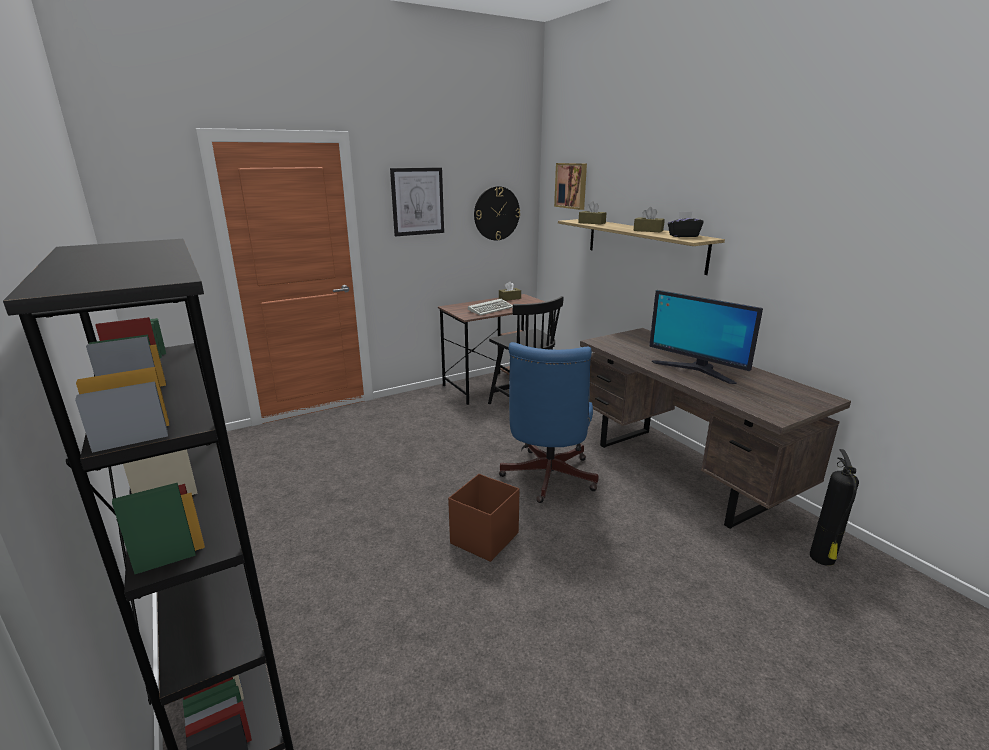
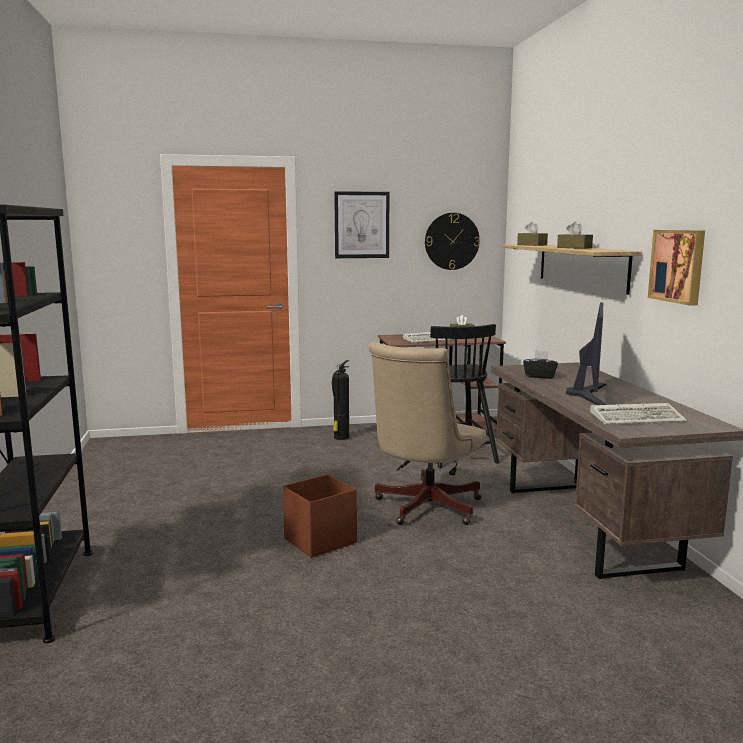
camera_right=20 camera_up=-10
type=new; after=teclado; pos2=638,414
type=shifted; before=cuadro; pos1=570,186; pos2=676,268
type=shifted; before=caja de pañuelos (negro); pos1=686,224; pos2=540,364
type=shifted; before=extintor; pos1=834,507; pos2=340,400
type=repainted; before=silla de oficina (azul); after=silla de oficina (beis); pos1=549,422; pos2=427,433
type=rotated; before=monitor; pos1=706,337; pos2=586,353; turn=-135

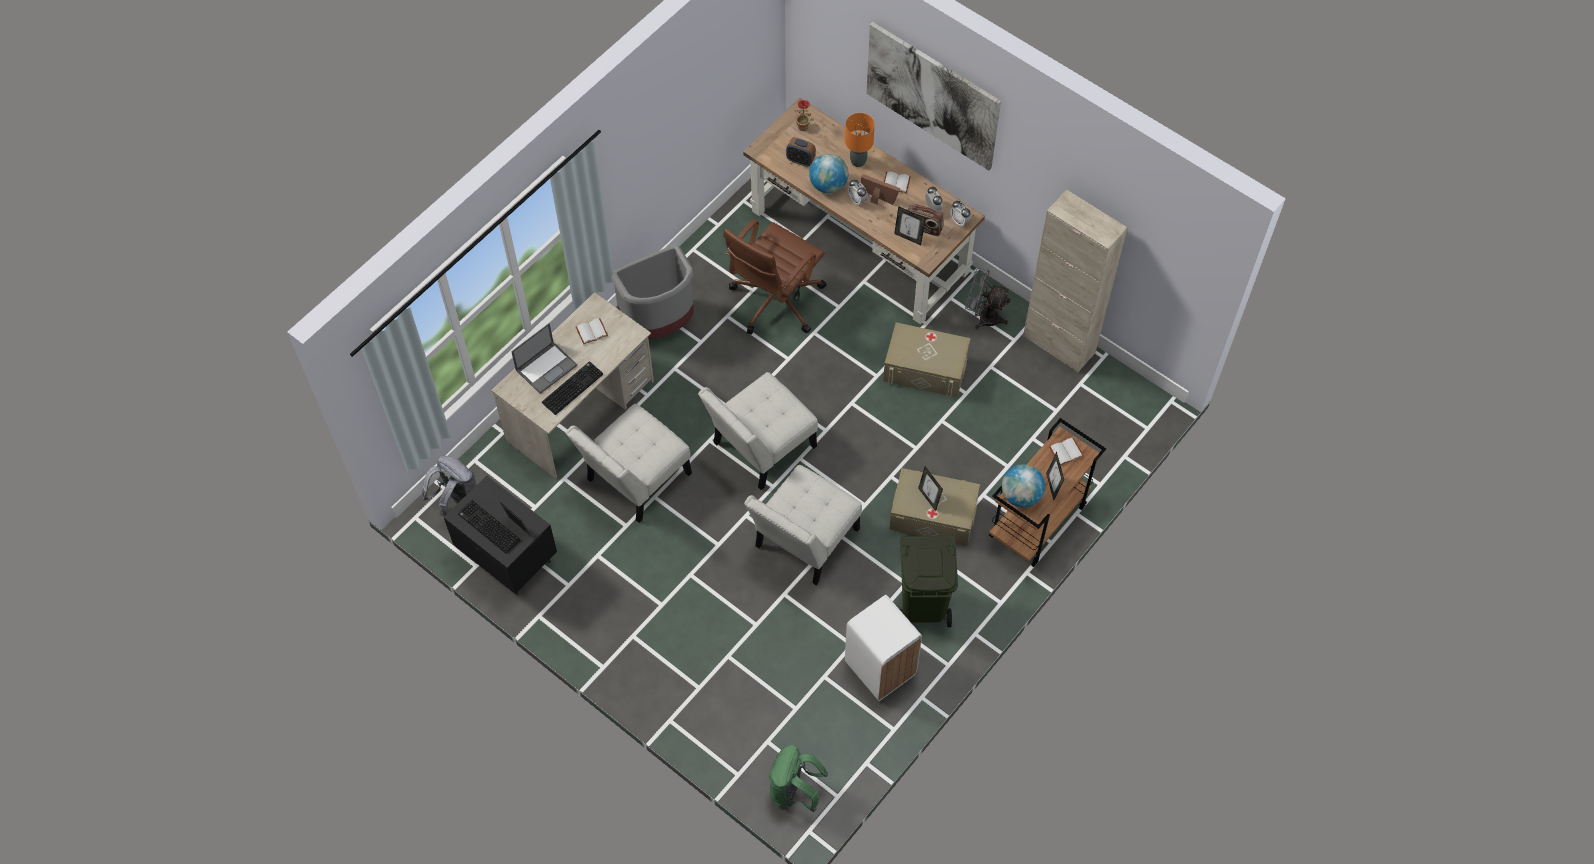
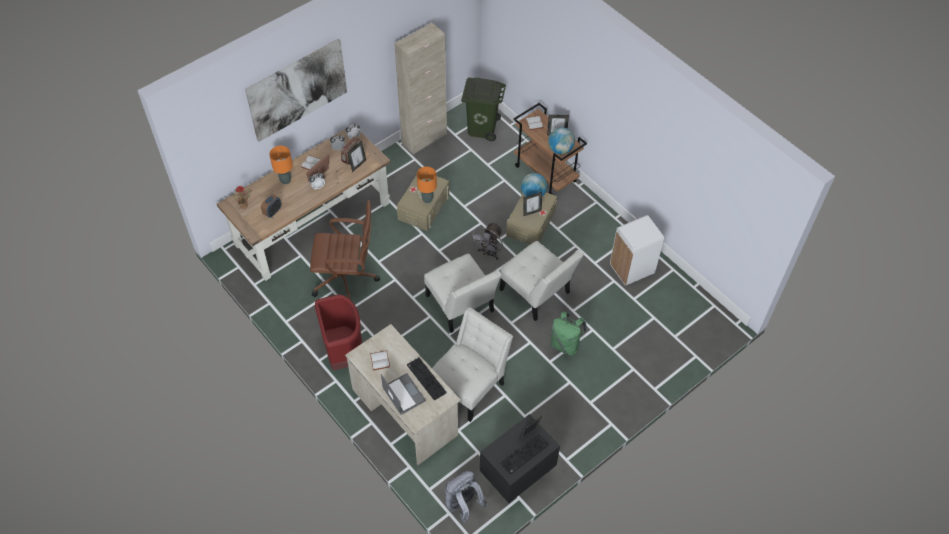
camera_right=-80 camera_up=-5
type=new; after=lámpara de mesa (naranja); pos2=427,184
type=shifted; before=mochila (verde); pos1=798,778; pos2=569,334
type=shifted; before=globo terráqueo; pos1=829,173; pos2=534,184
type=shifted; before=papelera (verde); pos1=928,581; pos2=483,109
type=shifted; before=ventilador (gris); pos1=988,299; pos2=486,241
type=repainted; before=papelera (gris); after=papelera (rojo); pos1=652,292; pos2=338,332
type=rotated; before=silla (blanco); pos1=629,463; pos2=472,364; turn=-105
type=rotated; before=silla de oficina (marrón); pos1=775,277; pos2=345,250; turn=-45

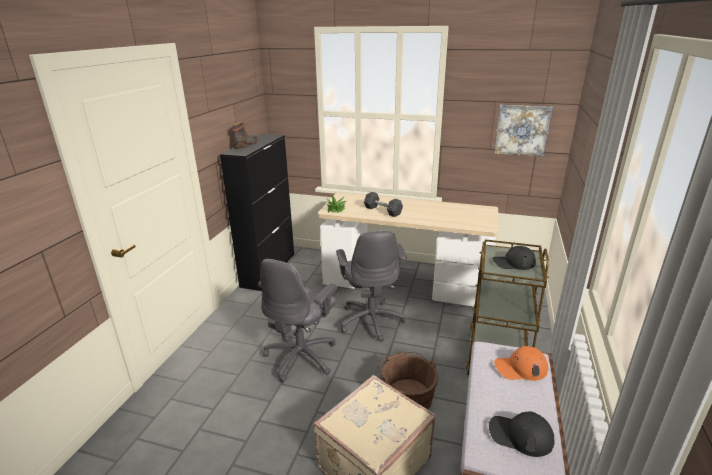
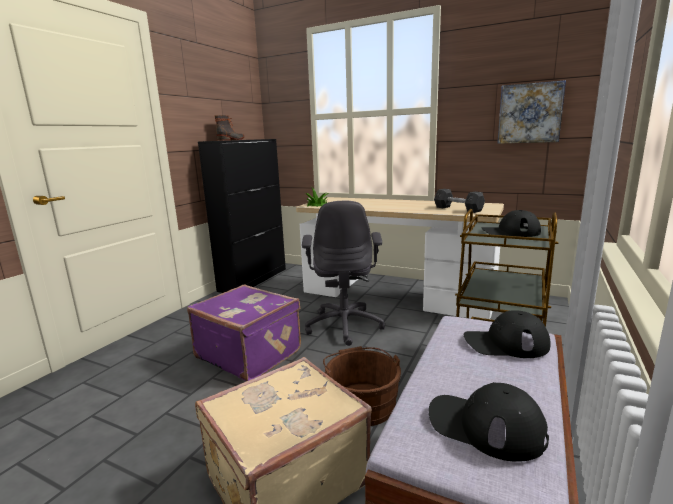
camera_right=10 camera_up=-10
type=shifted; before=mancuerna (gris); pos1=383,204; pos2=459,201
type=swapped; before=silla de oficina (gris); after=maleta (morado); pos1=297,321; pos2=244,332
type=repainted; before=gorra (naranja); after=gorra (negro); pos1=521,363; pos2=507,334

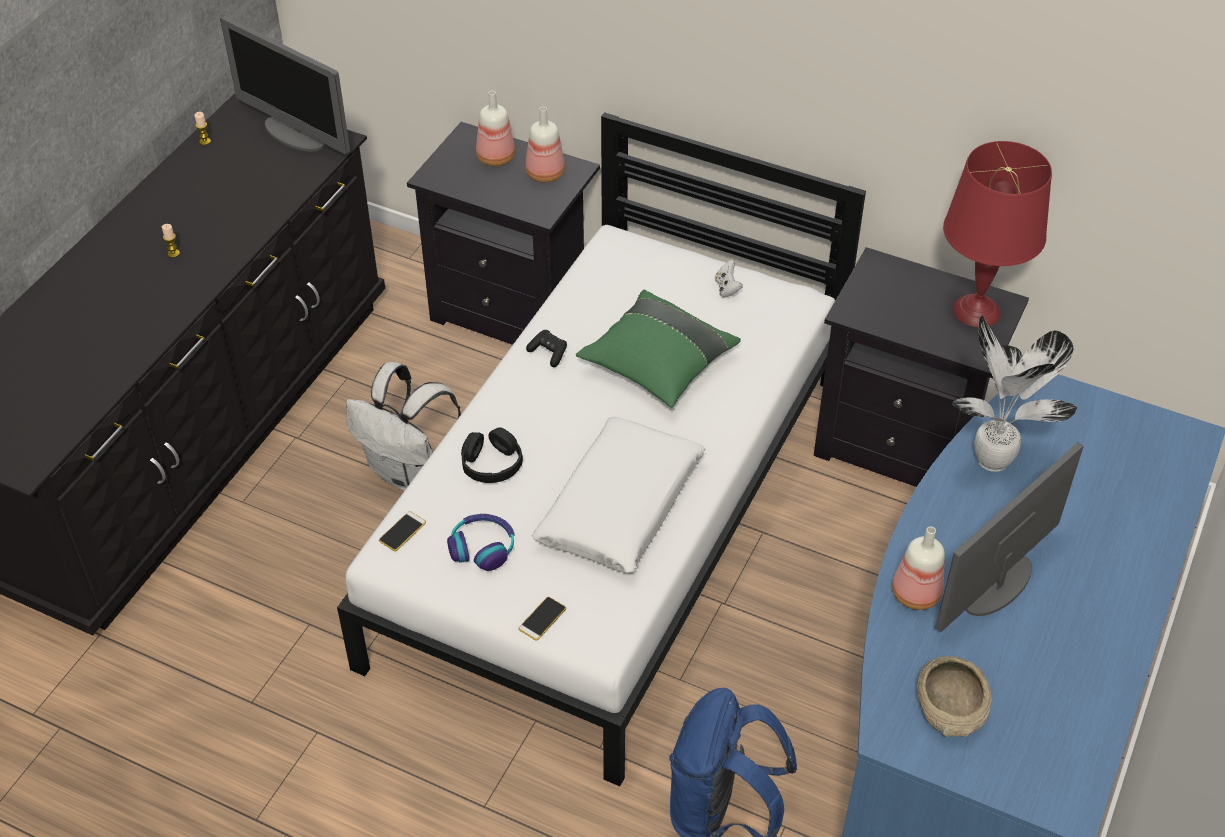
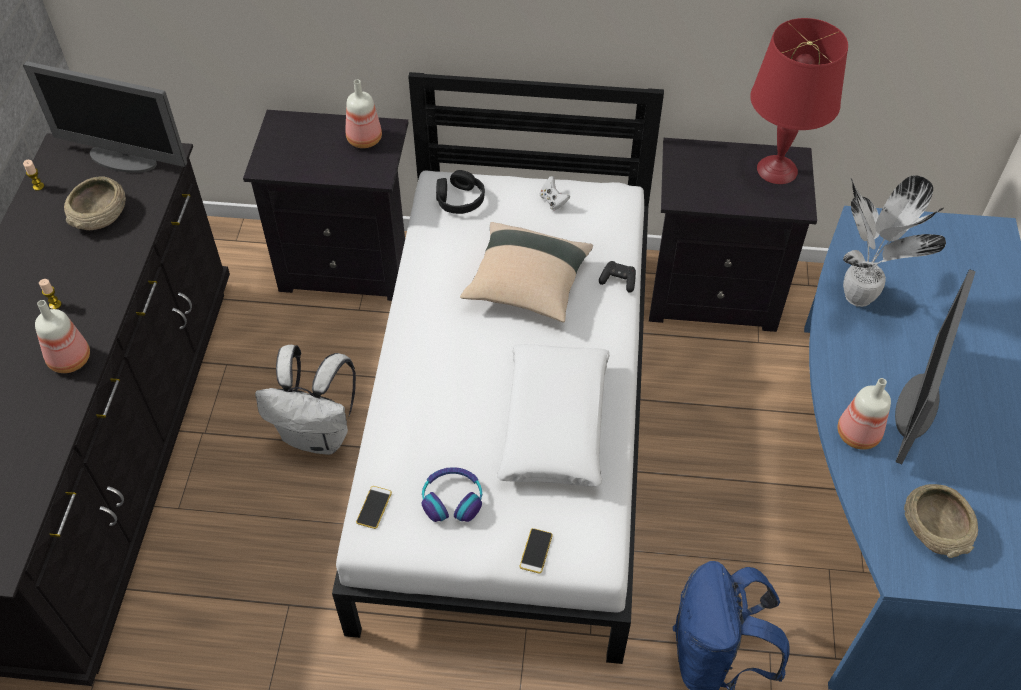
camera_right=-20 camera_up=5
type=new; after=cuenco (beis); pos2=95,203
type=shifted; before=auriculares (negro); pos1=492,455; pos2=460,192
type=shifted; before=botella; pos1=495,128; pos2=62,336
type=shifted; before=mando de consola (negro); pos1=546,348; pos2=617,277
type=repainted; before=cojín (verde); after=cojín (beis); pos1=658,349; pos2=526,272

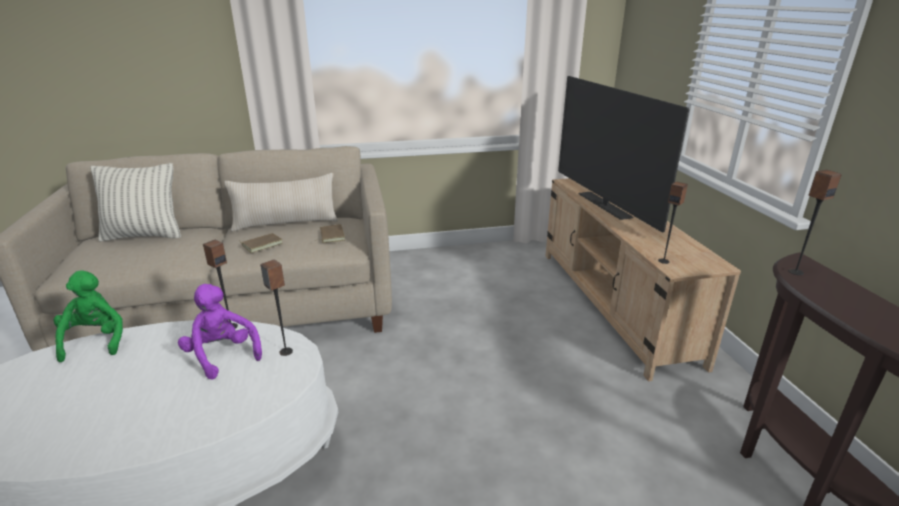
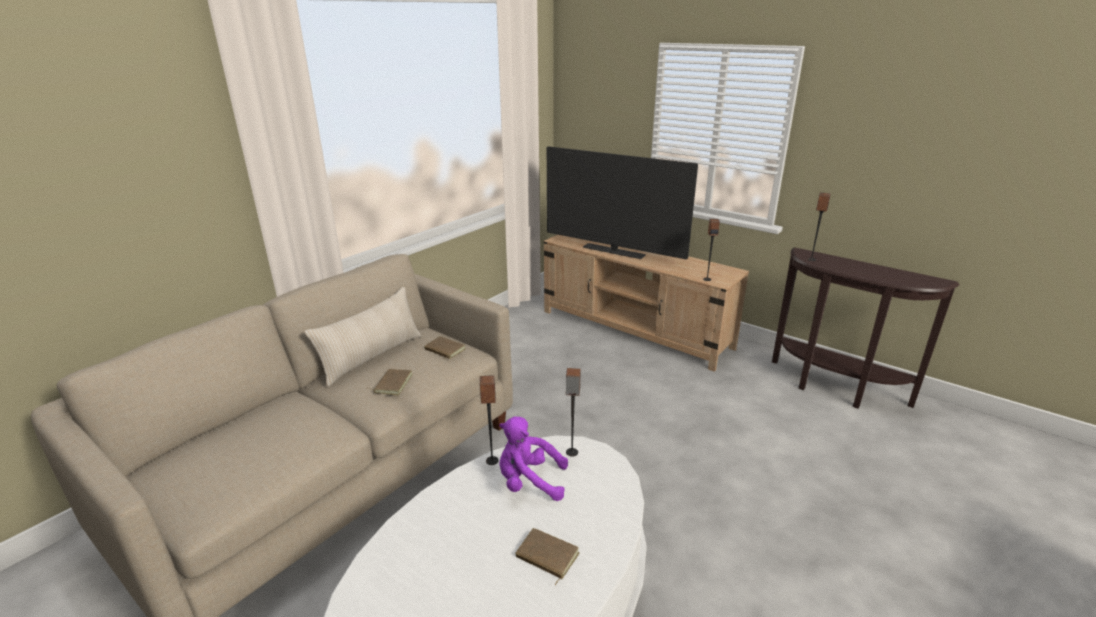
camera_right=-40 camera_up=0
type=gone; before=peluche (verde); pos1=88,316
type=gone; before=cojín; pos1=135,202
type=new; after=libro (marrón); pos2=547,557

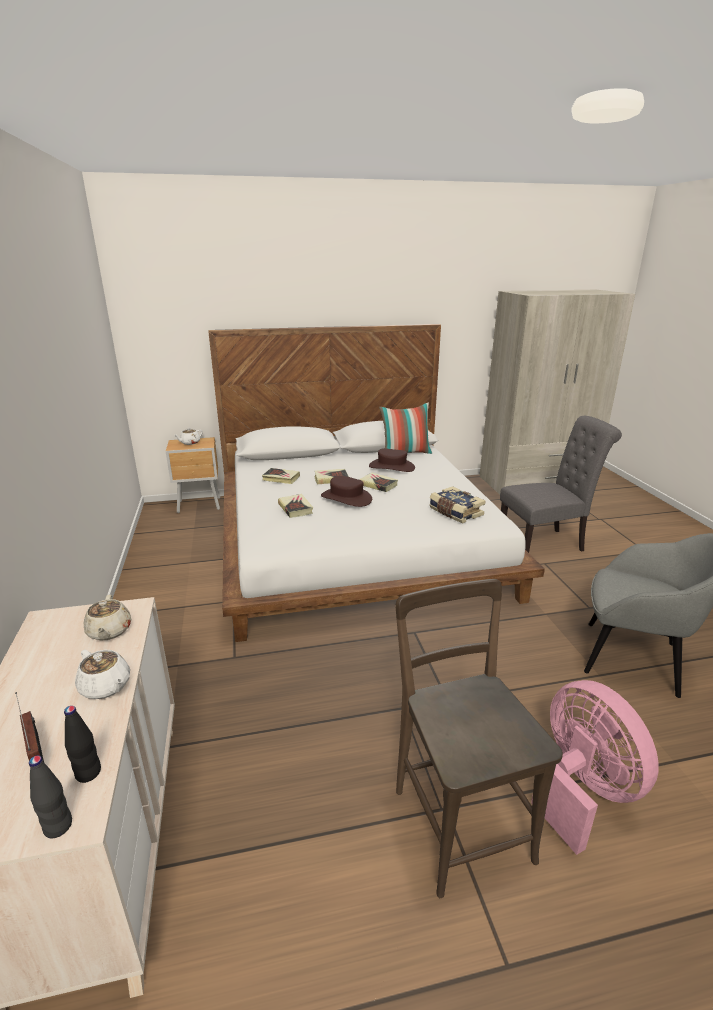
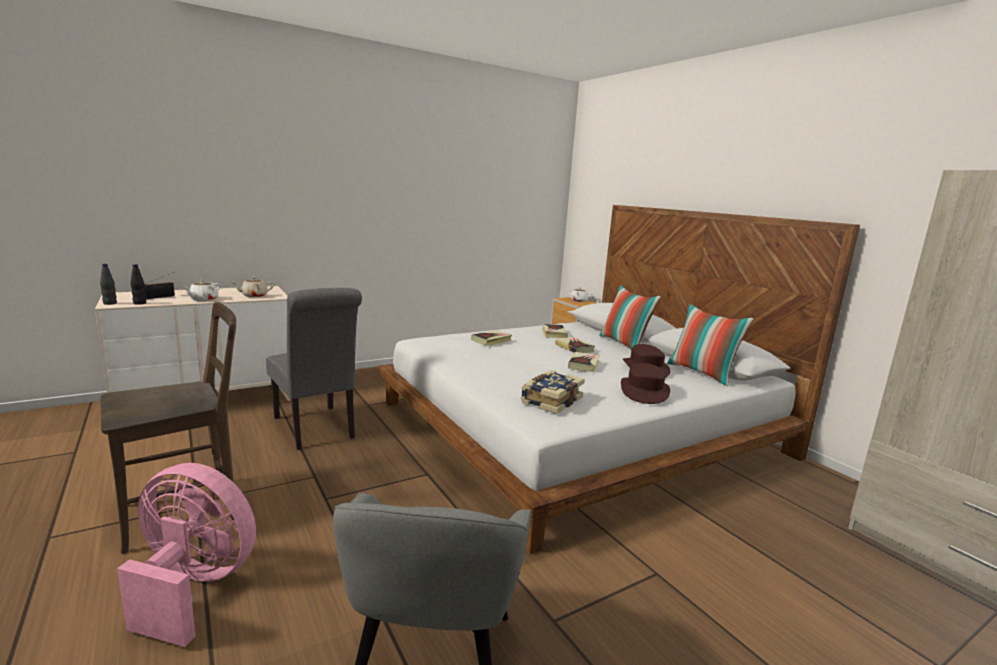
camera_right=70 camera_up=-10
type=new; after=cojín; pos2=630,317
type=shifted; before=sombrero (marrón); pos1=346,491; pos2=645,383
type=shifted; before=silla (gris); pos1=561,484; pos2=314,369
type=rotated; before=ventilador (rosa); pos1=595,767; pos2=186,555; turn=-120

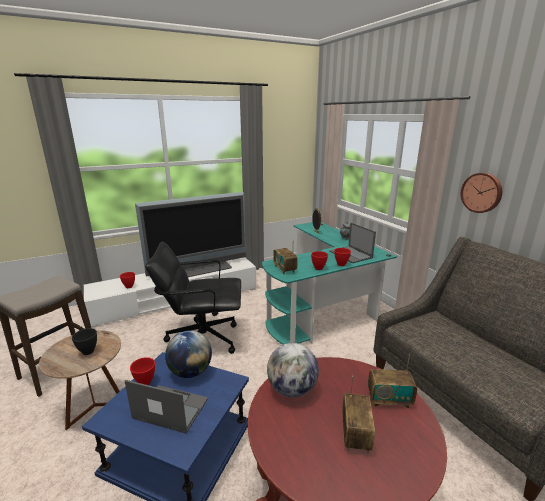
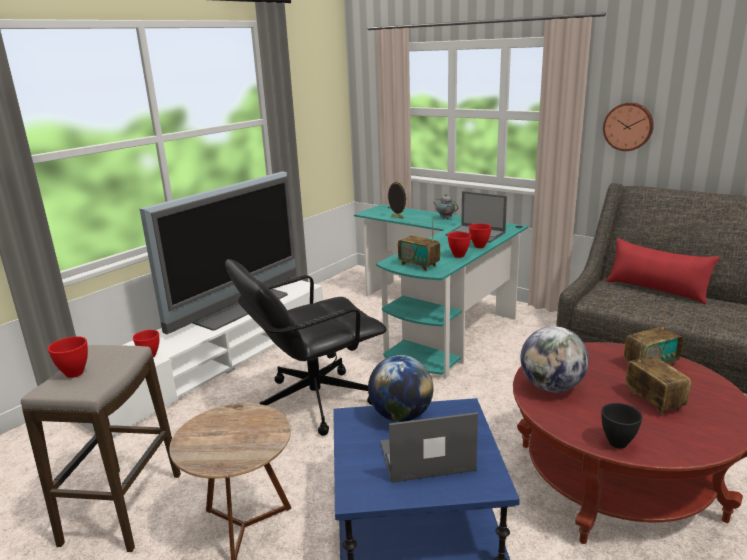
camera_right=-25 camera_up=0
type=new; after=cojín (rojo); pos2=663,271
type=shifted; before=cuenco (negro); pos1=84,341; pos2=621,425
type=shifted; before=cuenco (rojo); pos1=142,371; pos2=68,357

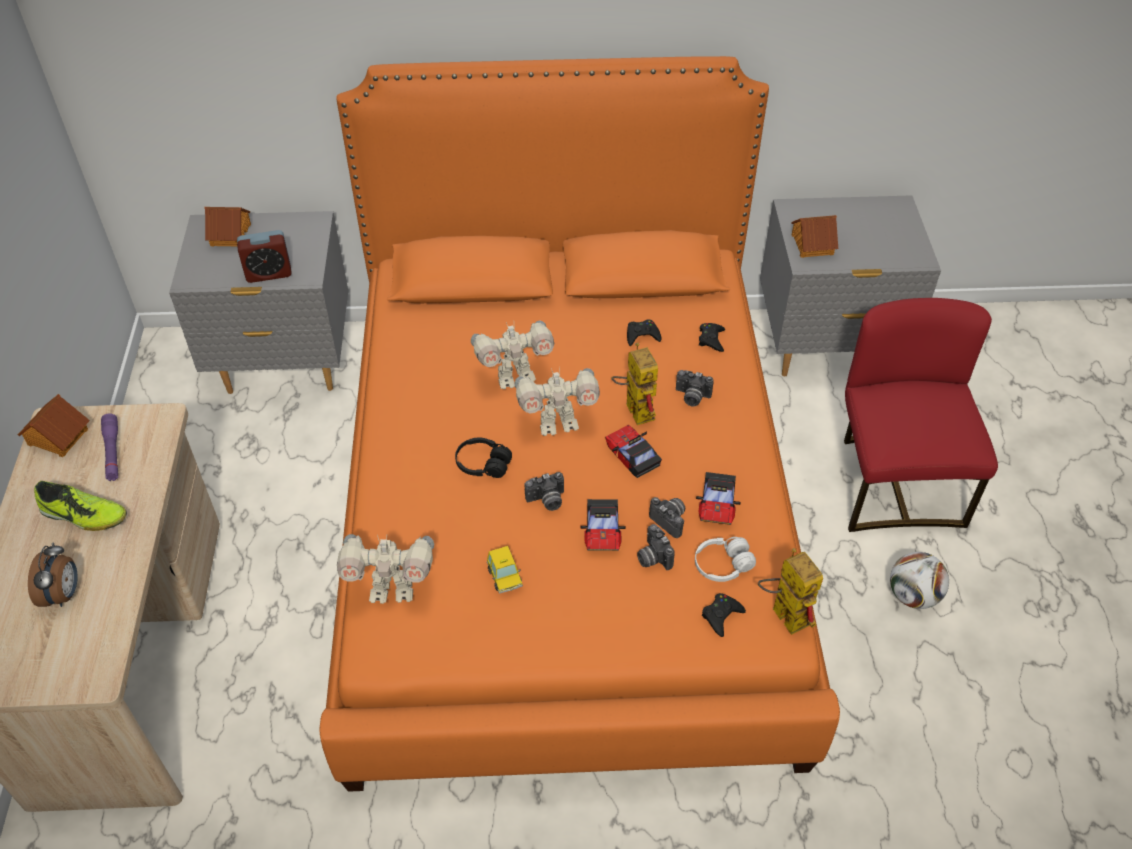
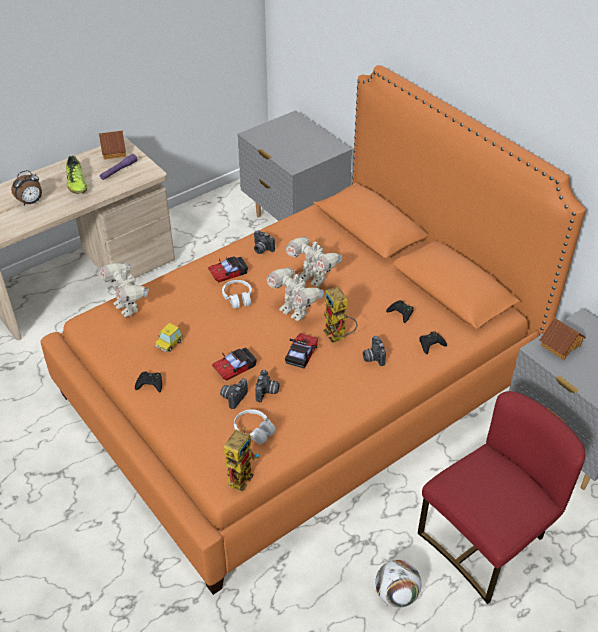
camera_right=55 camera_up=-5
type=gone; before=casita; pos1=227,226
type=gone; before=despertador; pos1=264,256
type=shifted; before=cámara; pos1=544,491; pos2=264,242
type=shifted; before=coche de juguete; pos1=718,498; pos2=228,269
type=shifted; before=mando de consola (negro); pos1=724,615; pos2=148,382
type=repainted; before=auriculares (negro); after=auriculares (blanco); pos1=483,458; pos2=237,294
type=rotated; before=robot de juguete; pos1=634,383; pos2=340,314; turn=120

